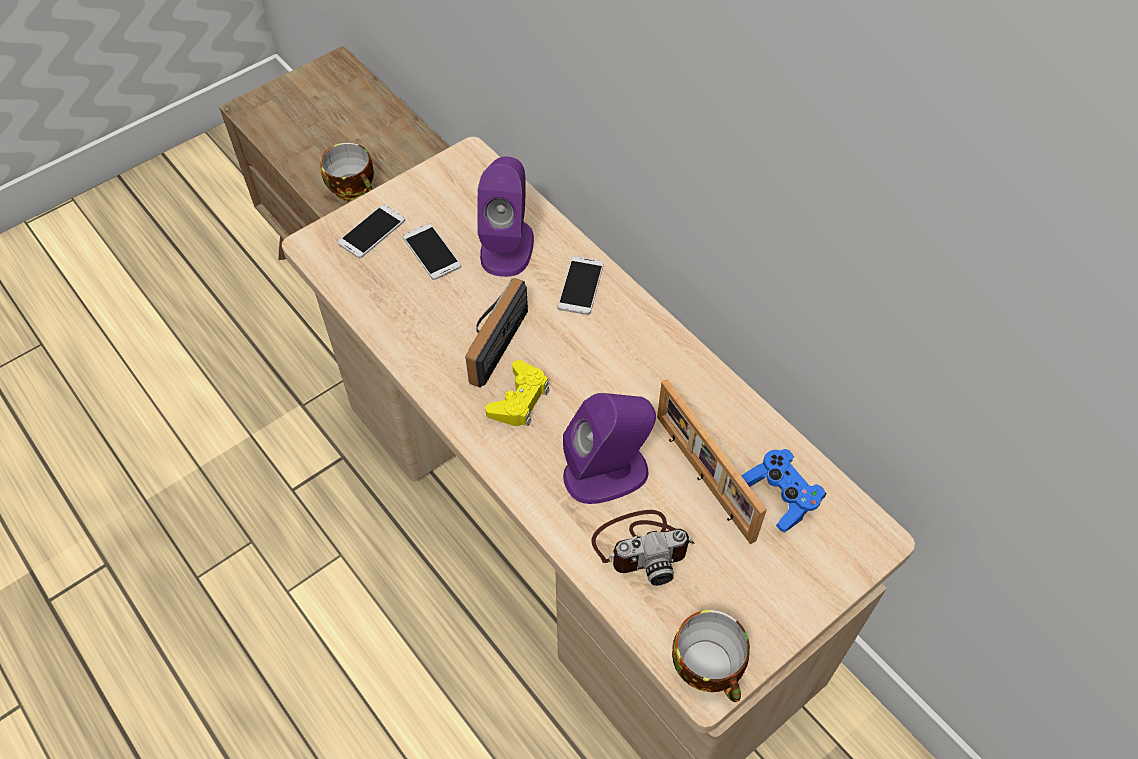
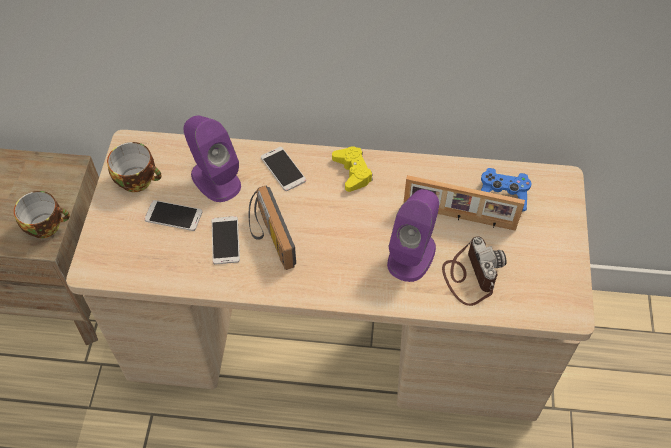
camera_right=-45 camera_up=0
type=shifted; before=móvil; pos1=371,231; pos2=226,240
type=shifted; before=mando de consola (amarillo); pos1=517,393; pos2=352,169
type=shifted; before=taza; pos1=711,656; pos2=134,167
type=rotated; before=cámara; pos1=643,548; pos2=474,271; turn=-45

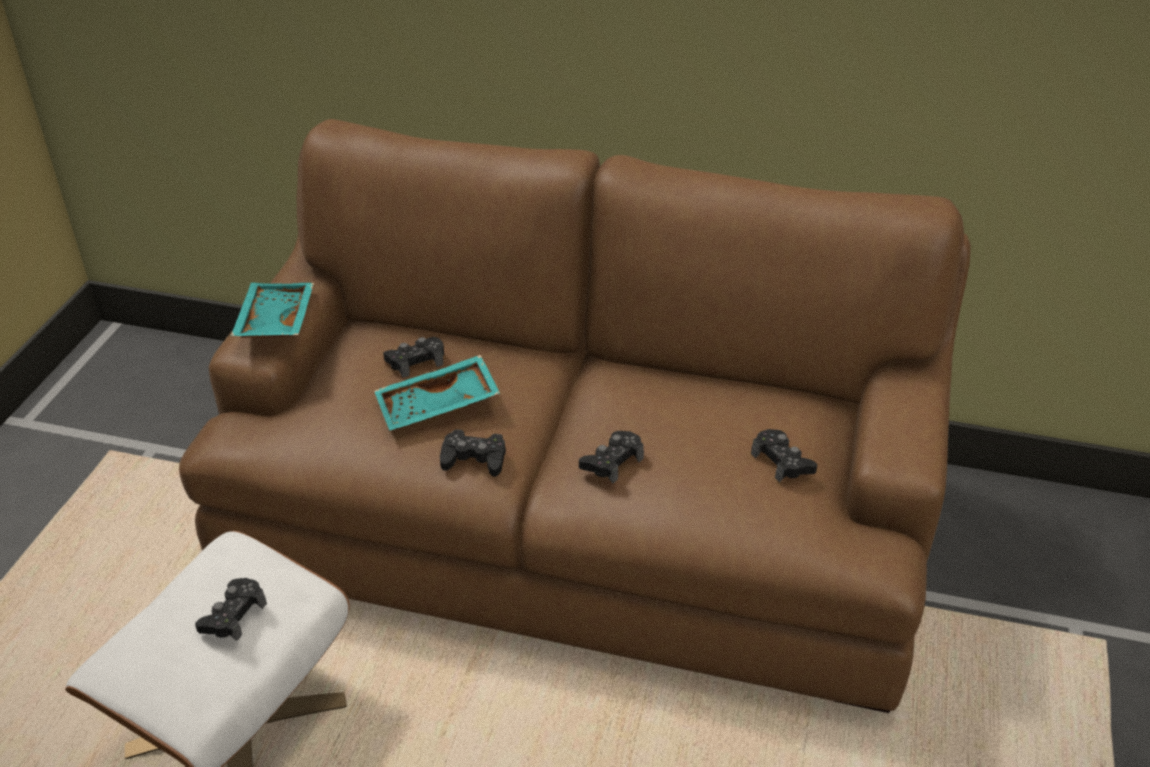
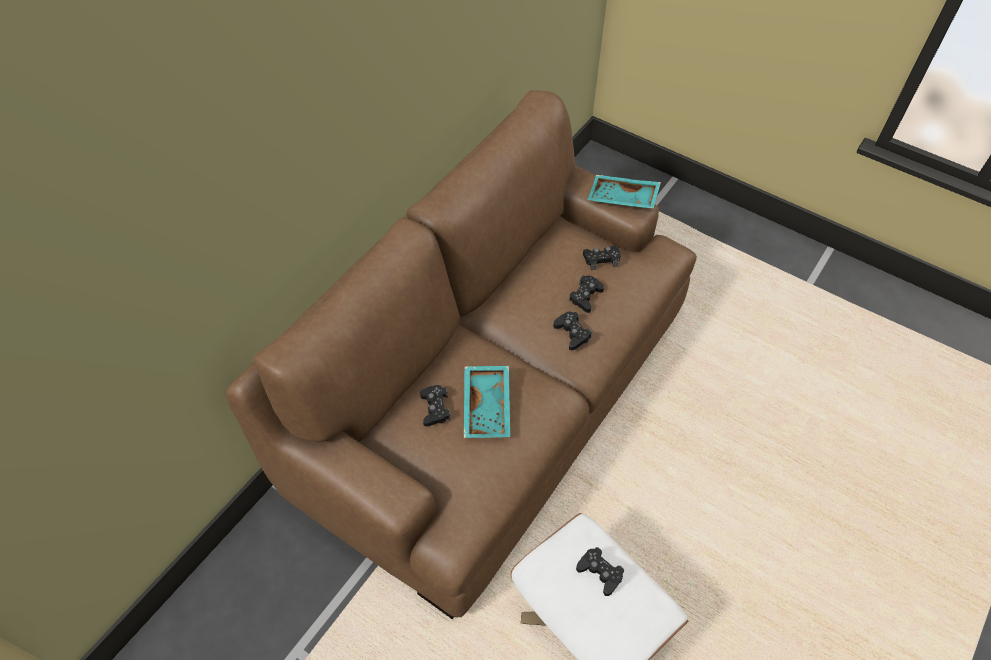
camera_right=-70 camera_up=15
type=shifted; before=bandeja (turquesa); pos1=272,310; pos2=624,192
type=shifted; before=mando de consola (negro); pos1=473,453; pos2=586,294

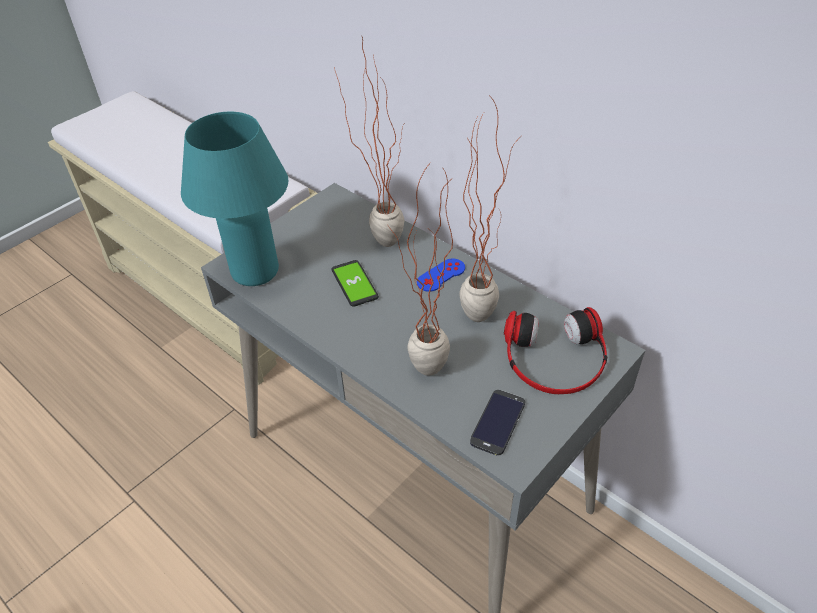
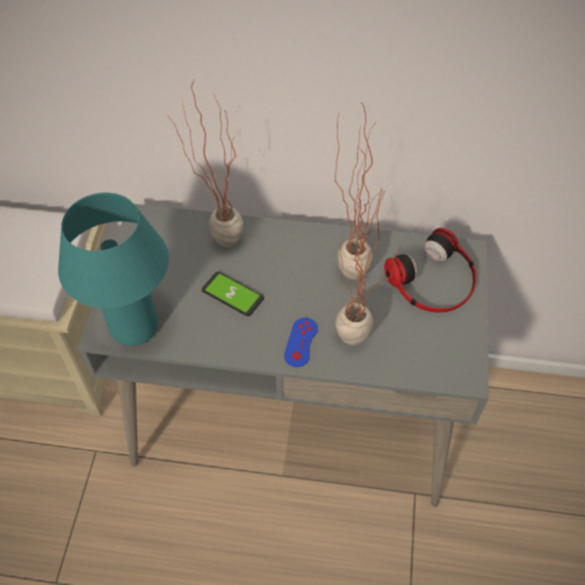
camera_right=-35 camera_up=10
type=gone; before=móvil; pos1=497,423
type=shifted; before=mando de consola (azul); pos1=441,275; pos2=301,342

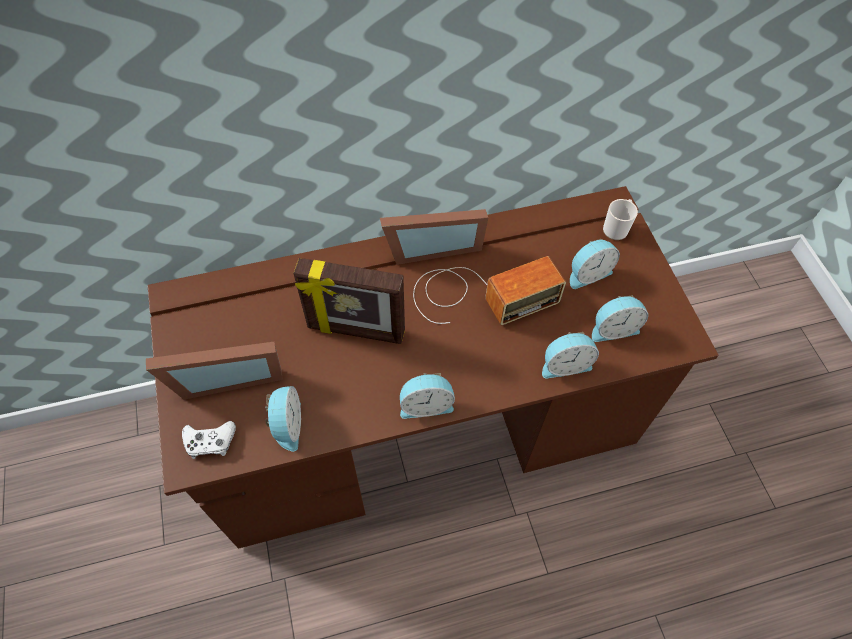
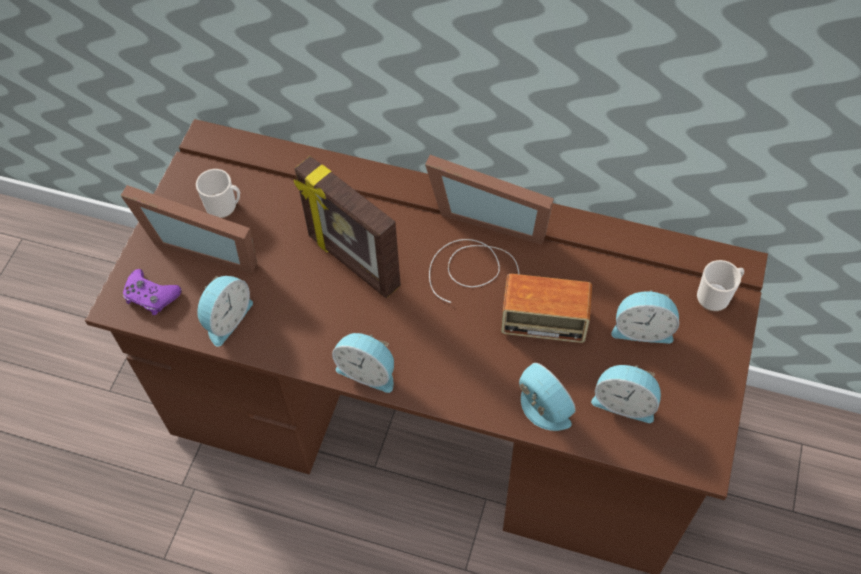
camera_right=35 camera_up=0
type=new; after=taza grande; pos2=218,193
type=repainted; before=mando de consola (blanco); after=mando de consola (morado); pos1=209,440; pos2=152,292
type=rotated; before=despertador; pos1=570,355; pos2=547,397; turn=-150

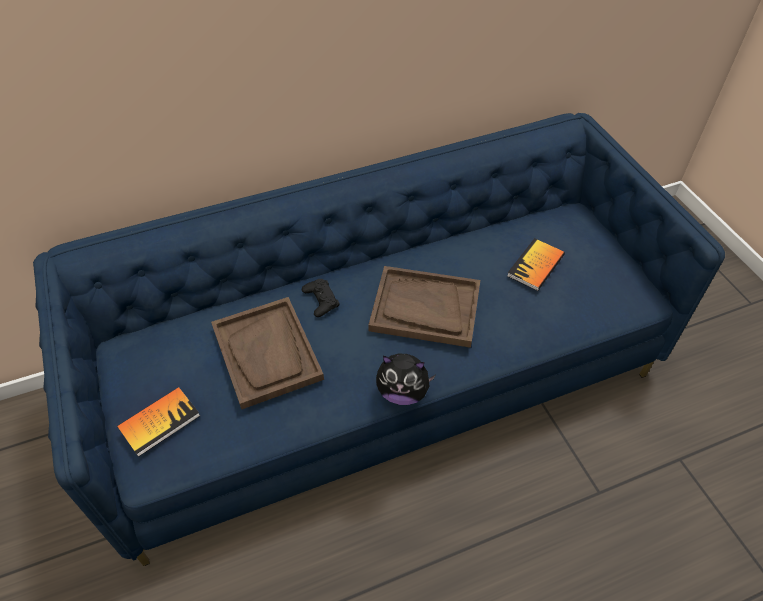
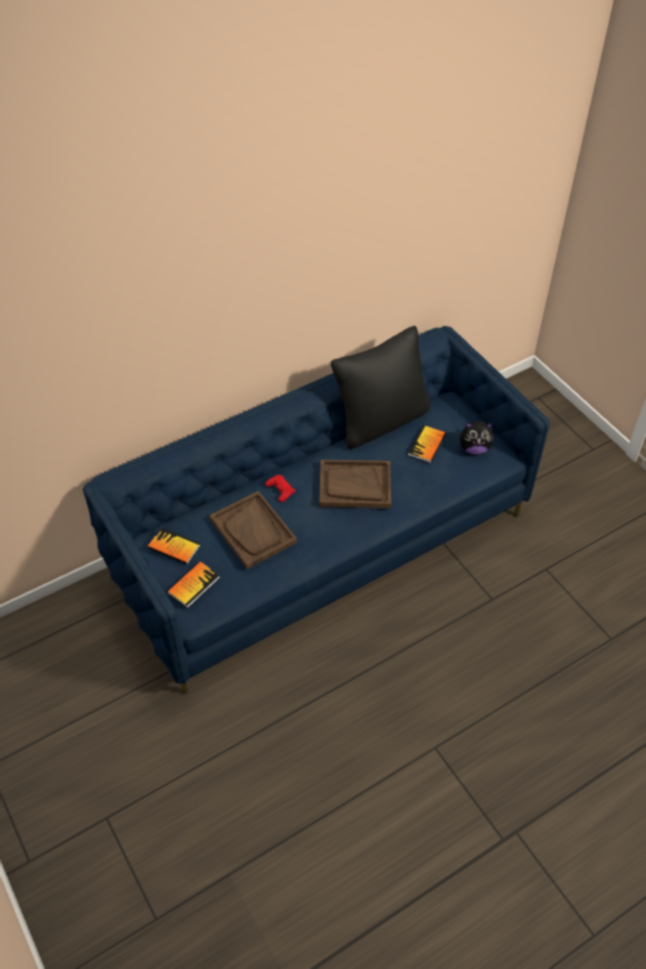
camera_right=-10 camera_up=0
type=new; after=libro; pos2=174,546
type=new; after=cojín (negro); pos2=380,387
type=shifted; before=peluche; pos1=406,379; pos2=477,438
type=repainted; before=mando de consola (negro); after=mando de consola (rojo); pos1=321,298; pos2=280,488

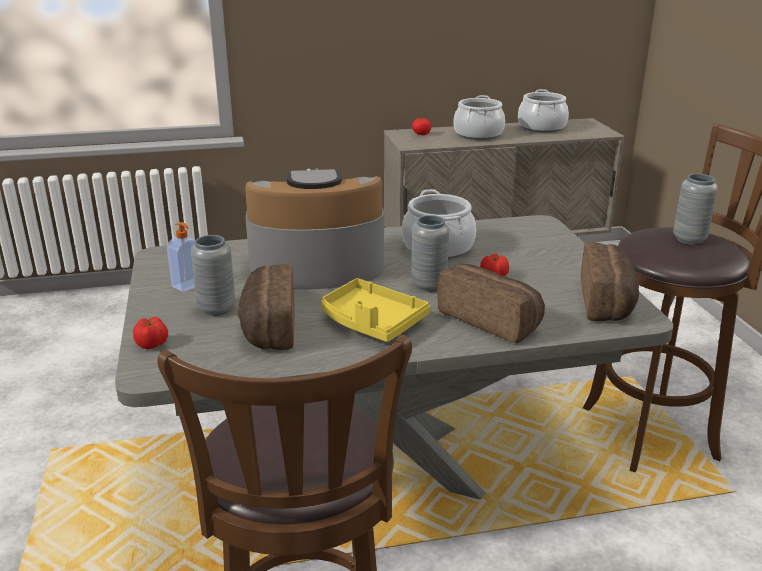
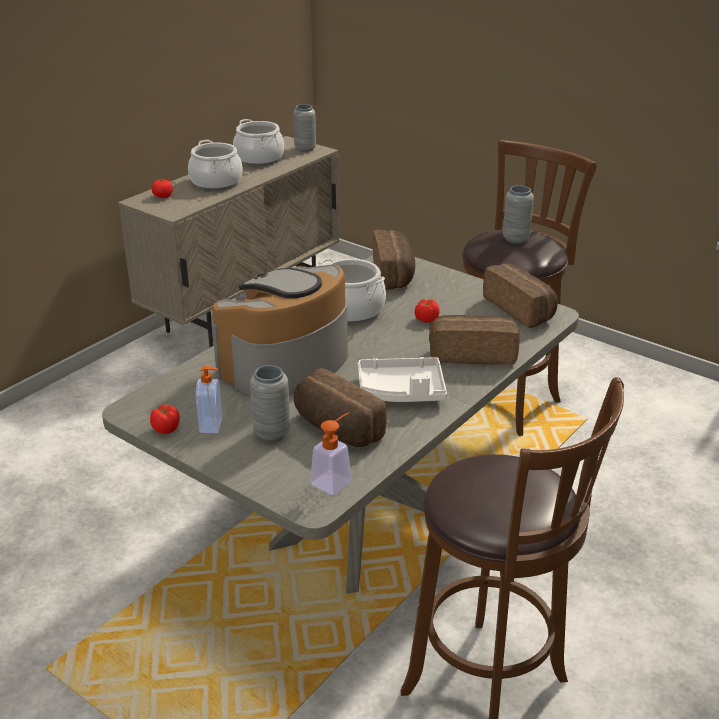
camera_right=-40 camera_up=5
type=new; after=dispensador de jabón; pos2=331,453
type=new; after=pan; pos2=394,260
type=shifted; before=tomate; pos1=150,333; pos2=165,419
type=shifted; before=florero (gris); pos1=430,253; pos2=304,128
type=repainted; before=bandeja (amarillo); after=bandeja (blanco); pos1=375,310; pos2=402,379

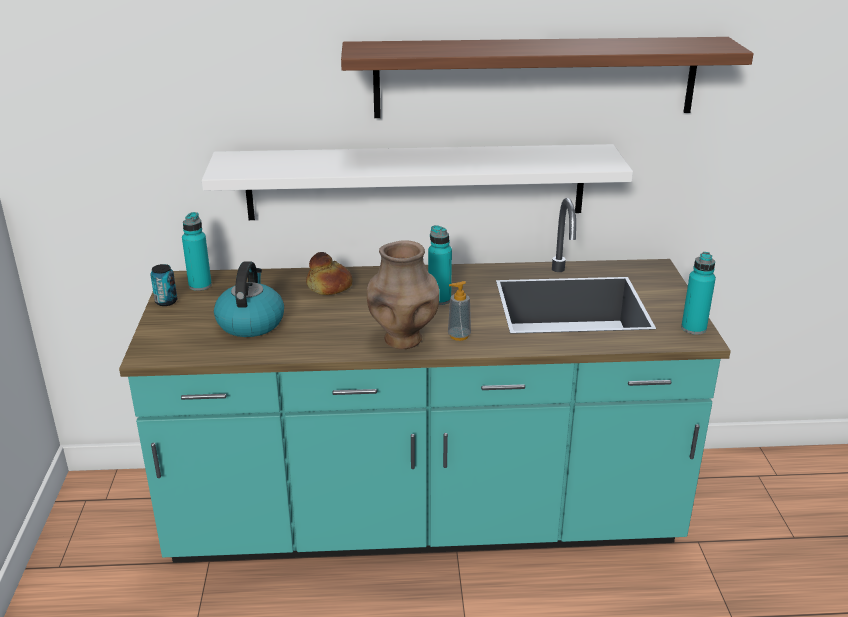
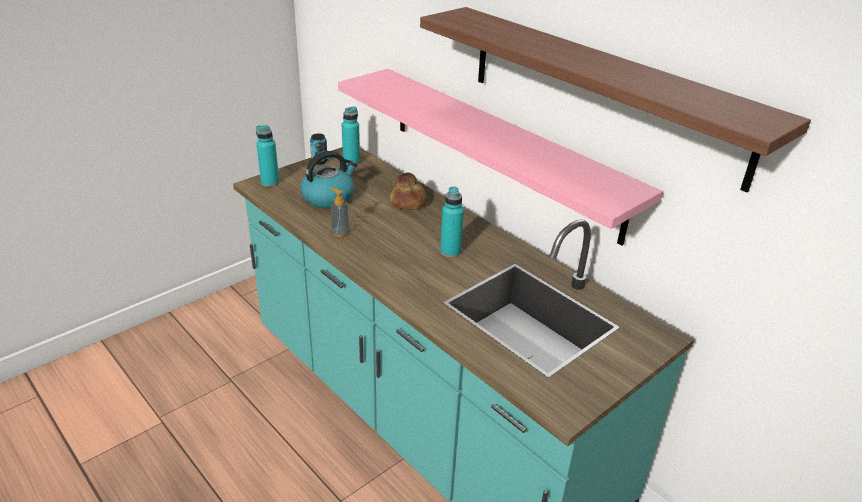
camera_right=50 camera_up=5
type=gone; before=florero (marrón); pos1=403,294
type=shifted; before=dispensador de jabón; pos1=459,311; pos2=340,212
type=shifted; before=botella (turquesa); pos1=698,293; pos2=267,156
type=repainted; before=estante (blanco); after=estante (rosa); pos1=417,182; pos2=500,157

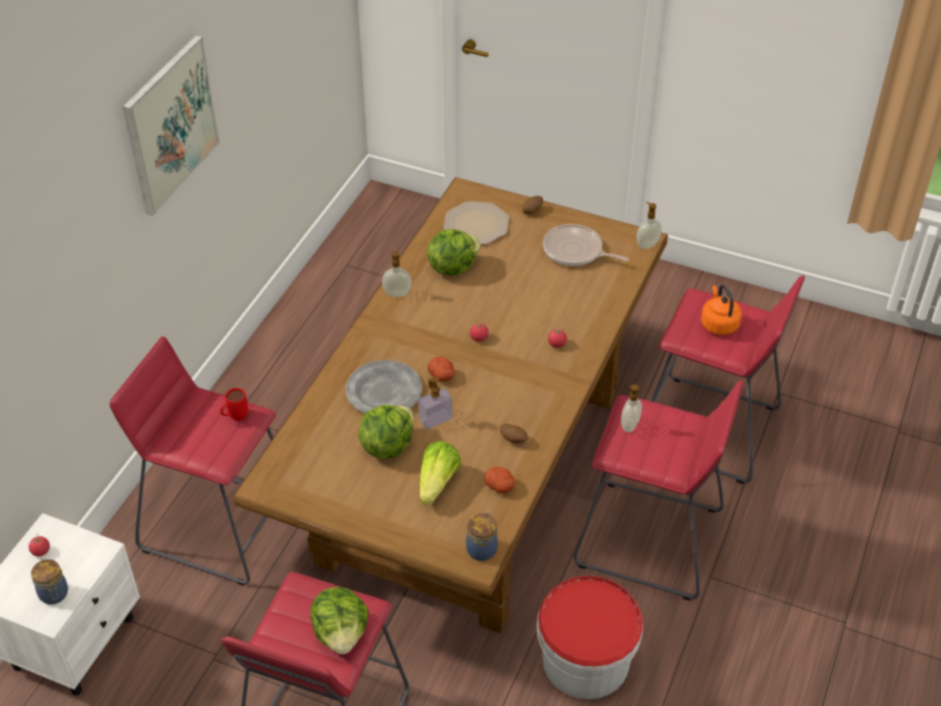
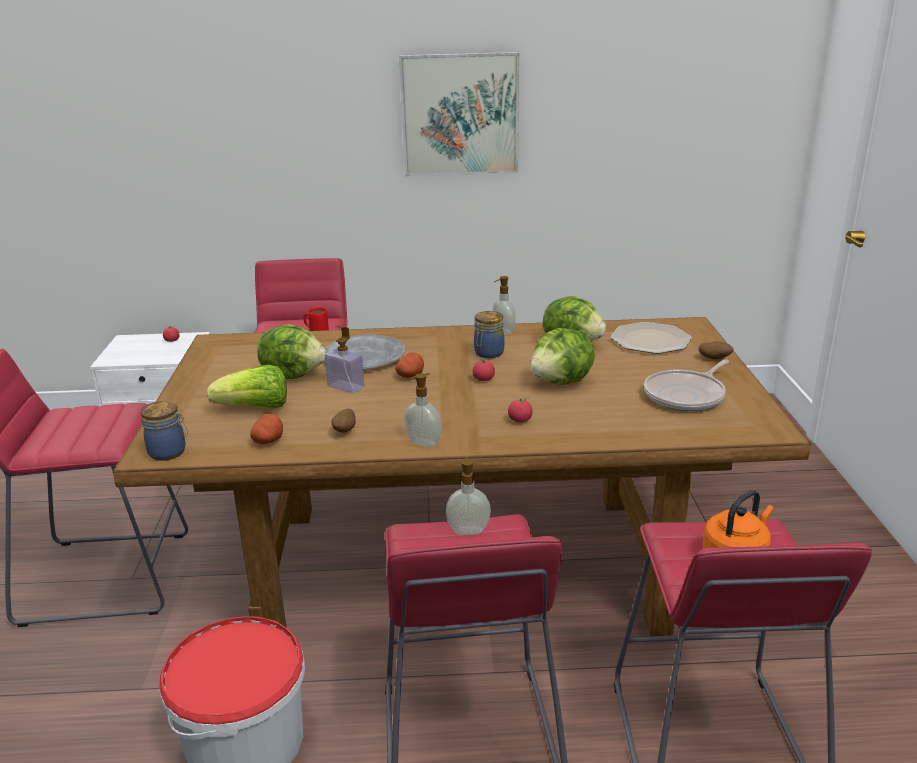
camera_right=65 camera_up=-20
type=shifted; before=tarro; pos1=49,581; pos2=489,334
type=shifted; before=lechuga; pos1=339,620; pos2=562,356
type=shifted; before=dispensador de jabón; pos1=649,225; pos2=423,410
type=rotated; before=sartén; pos1=586,245; pos2=686,385; turn=-135

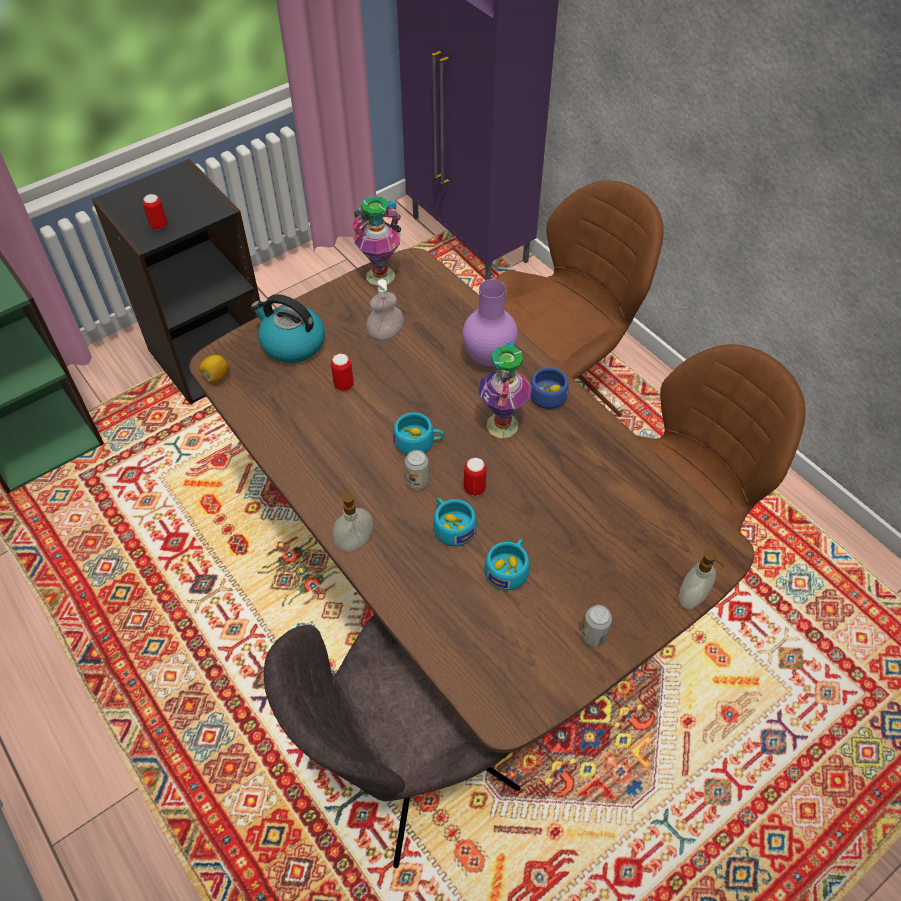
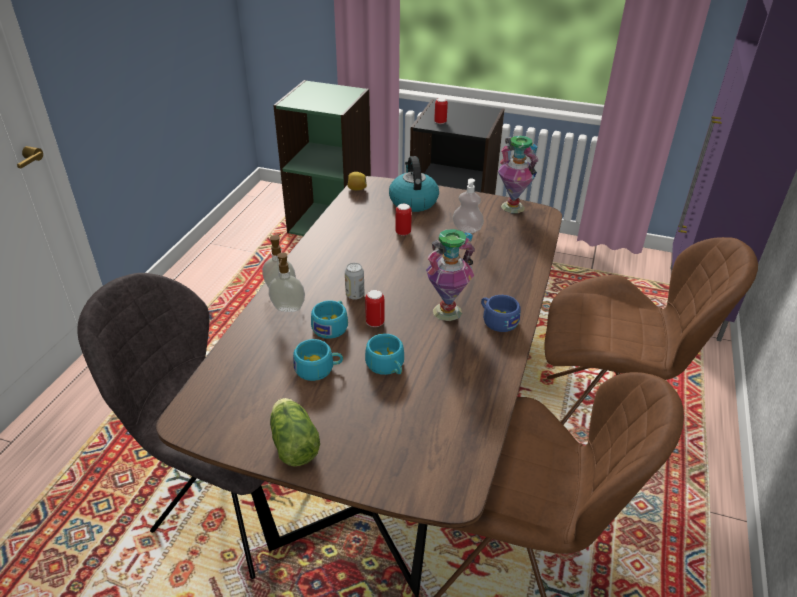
camera_right=55 camera_up=-15
type=gone; before=florero (morado); pos1=490,322
type=shifted; before=taza (turquesa); pos1=418,433; pos2=384,354
type=shifted; before=dispensador de jabón; pos1=702,579; pos2=287,282
type=swapped; before=lata; after=lechuga; pos1=596,625; pos2=295,432

